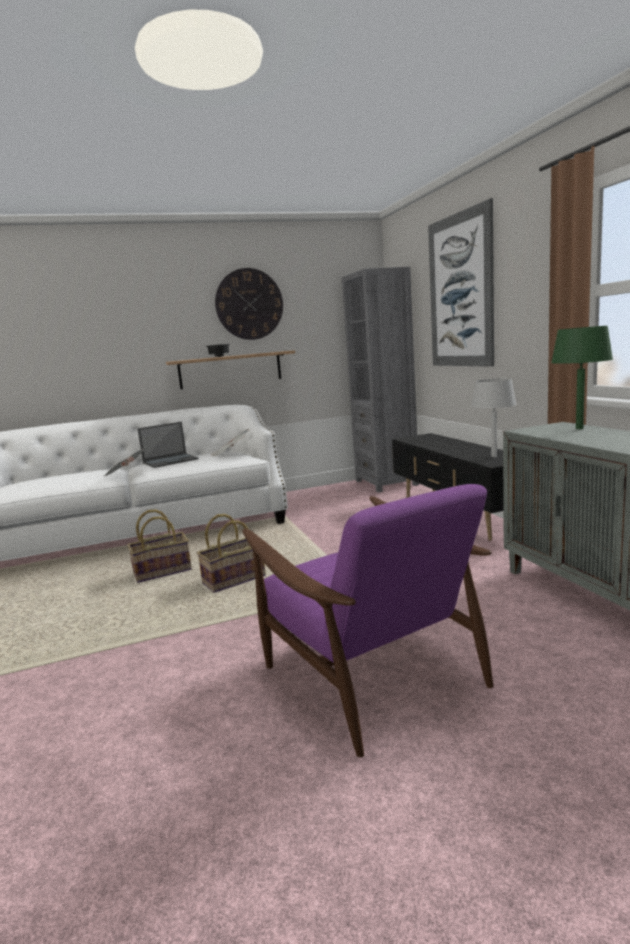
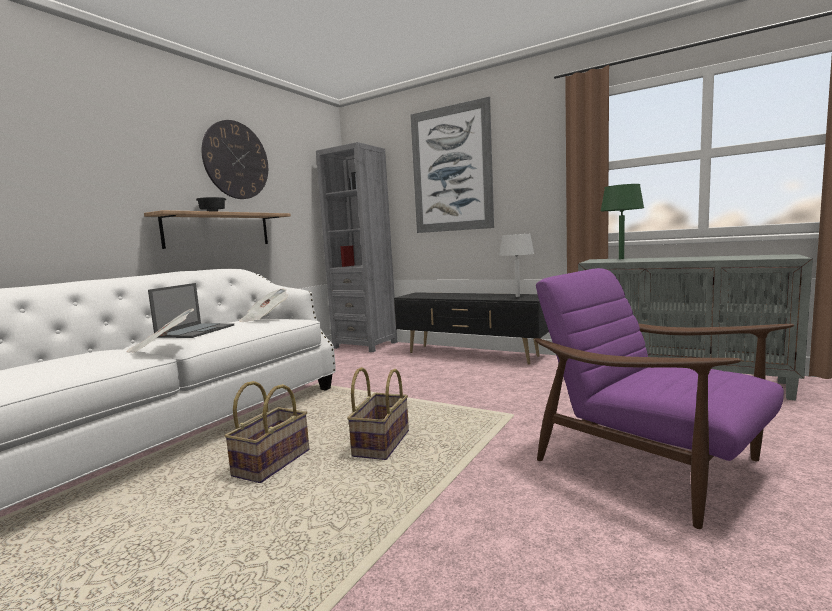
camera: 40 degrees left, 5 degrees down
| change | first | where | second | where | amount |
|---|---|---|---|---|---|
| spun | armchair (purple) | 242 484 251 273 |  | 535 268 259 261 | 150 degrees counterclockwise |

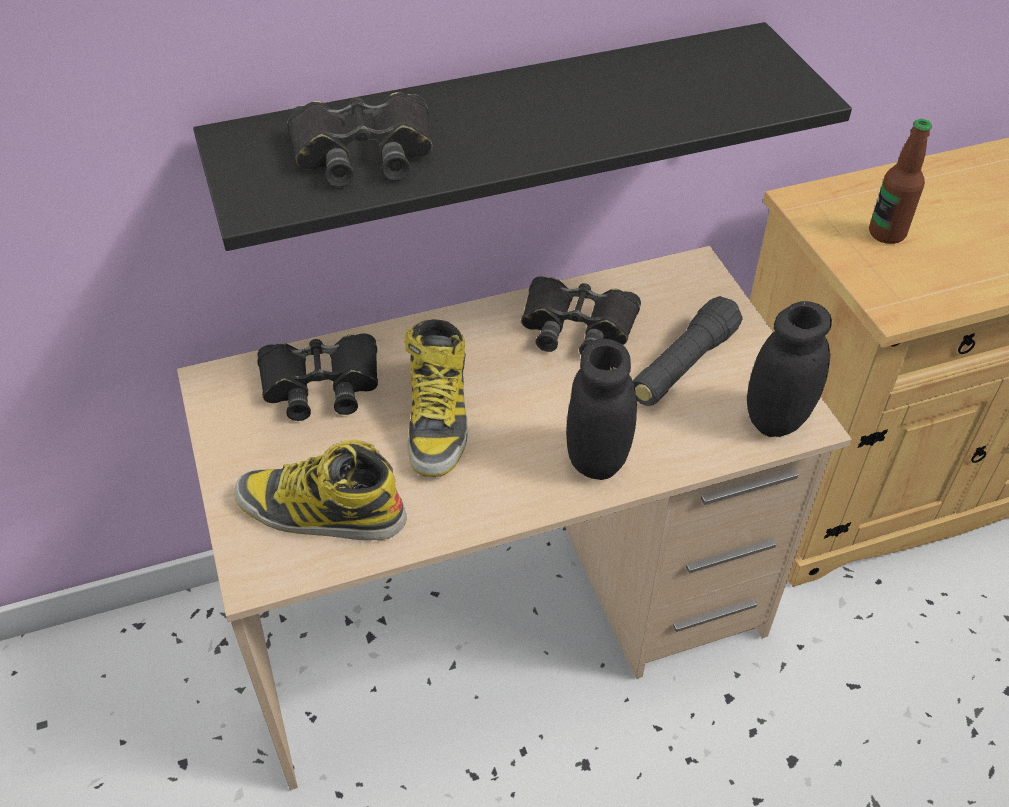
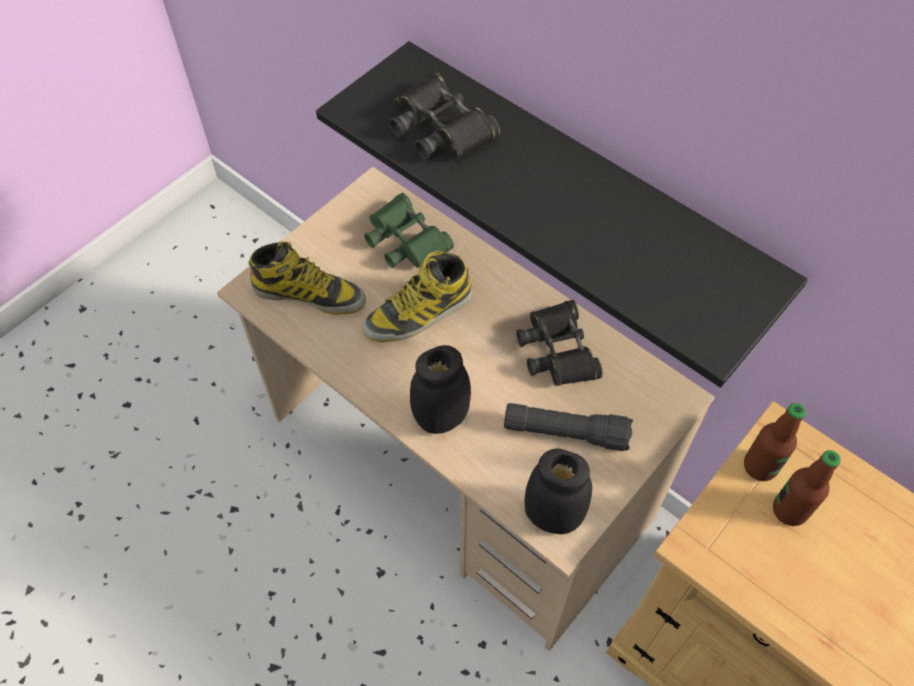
camera: 60 degrees right, 10 degrees up
| change | first | where | second | where | amount |
|---|---|---|---|---|---|
| spun | boot | 234 439 173 101 |  | 249 242 117 72 | 120 degrees clockwise |
| colour | binoculars (black) | 257 333 121 88 | binoculars (green) | 364 193 90 75 |  |
| appeared |  |  | bottle | 744 403 62 78 |  |

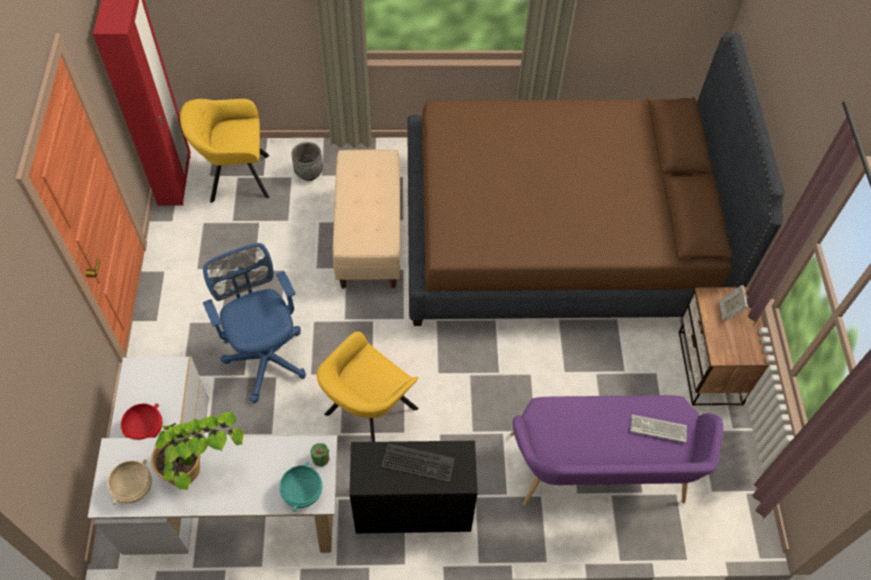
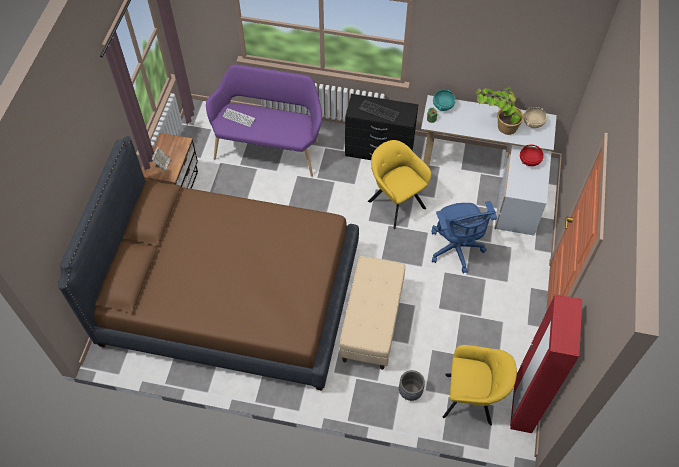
camera: 165 degrees left, 0 degrees up
| change | first | where | second | where | amount |
|---|---|---|---|---|---|
| spun | armchair (yellow) | 317 331 101 111 |  | 368 140 63 89 | 90 degrees counterclockwise |

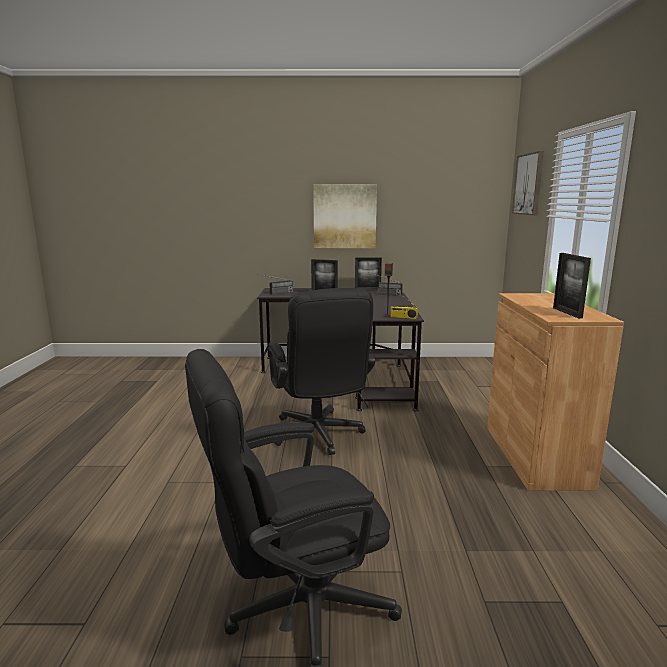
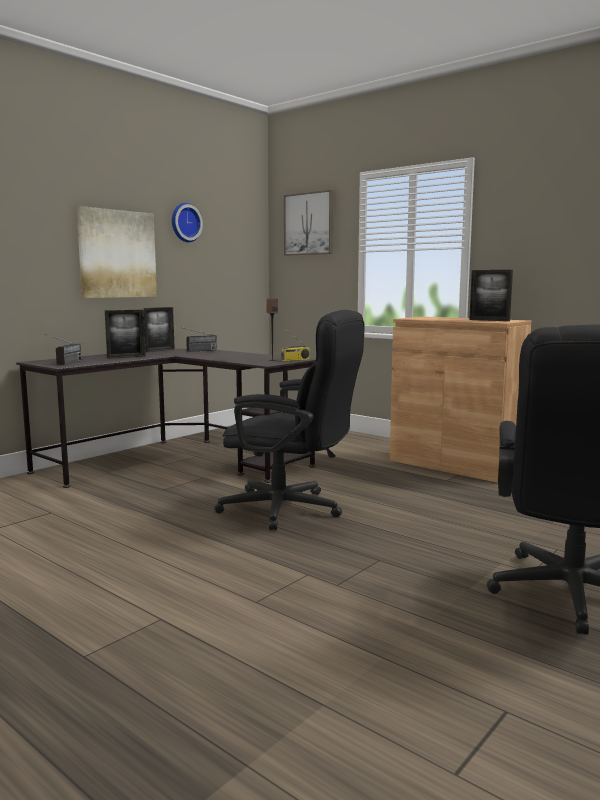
camera: 50 degrees left, 5 degrees down
| change | first | where | second | where | amount |
|---|---|---|---|---|---|
| appeared |  |  | wall clock | 172 203 31 39 |  |

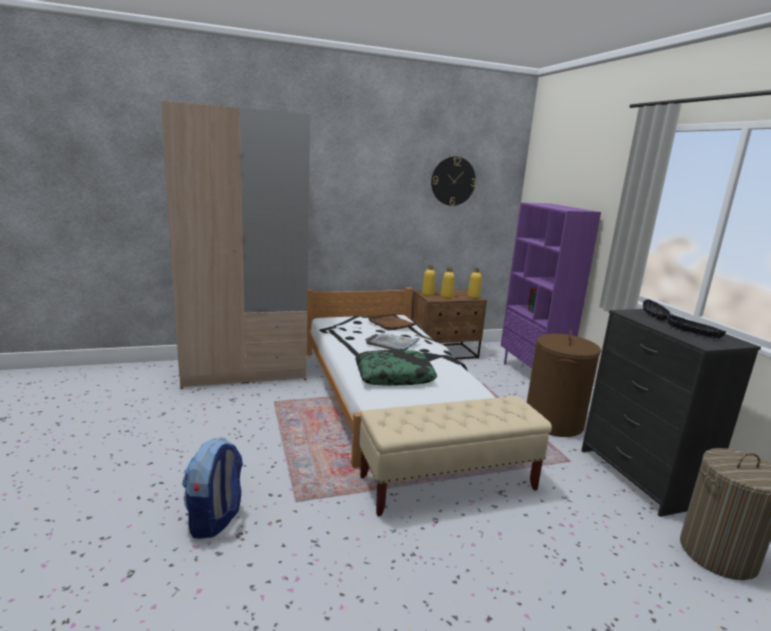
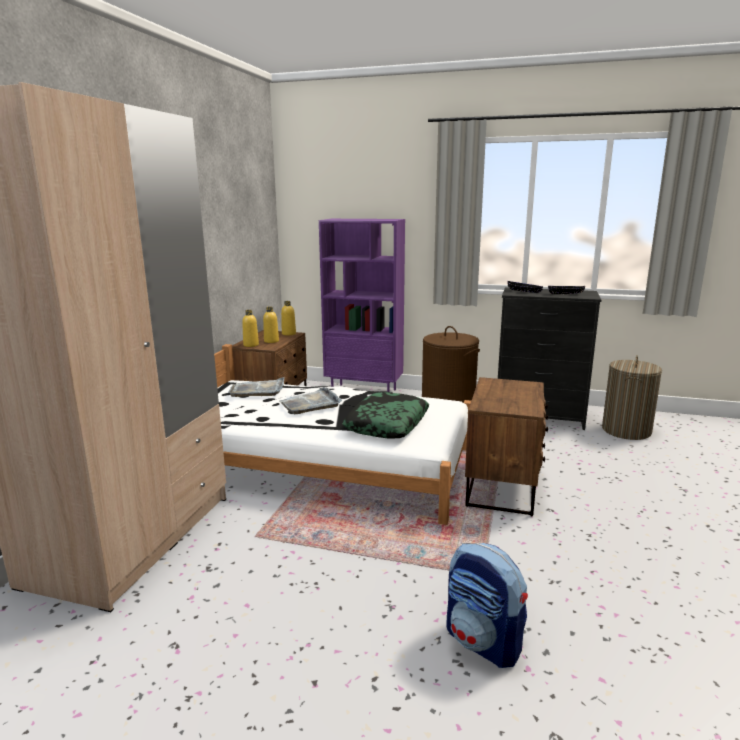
camera: 55 degrees left, 0 degrees up
| change | first | where | second | where | amount |
|---|---|---|---|---|---|
| colour | tray (brown) | 367 315 50 15 | tray (grey) | 228 377 57 20 |  |
| exchanged | bench (beige) | 359 396 193 120 | nightstand (brown) | 465 377 83 139 |  |
| missing | wall clock | 431 157 45 49 |  |  |  |

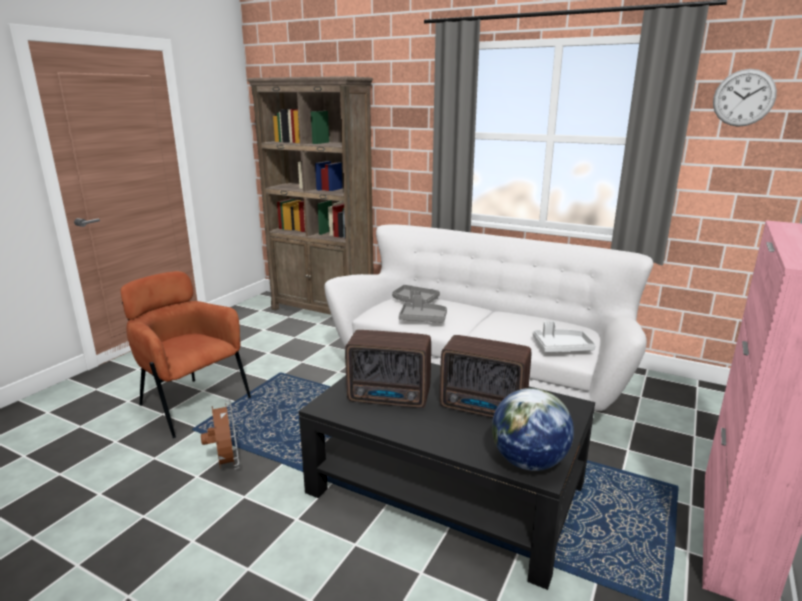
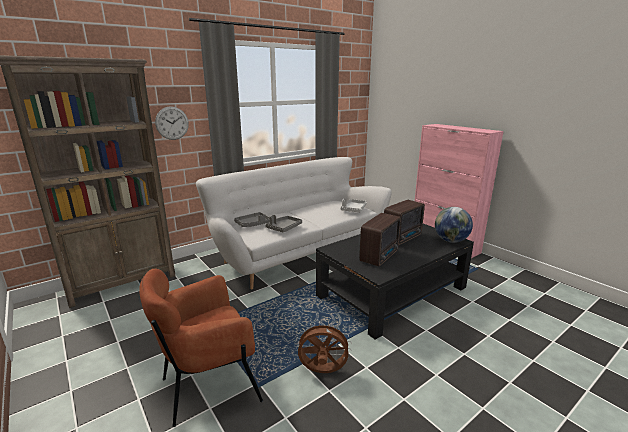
camera: 65 degrees left, 0 degrees up
| change | first | where | second | where | amount |
|---|---|---|---|---|---|
| relocated | wall clock | 713 69 64 58 |  | 155 106 34 34 |  |

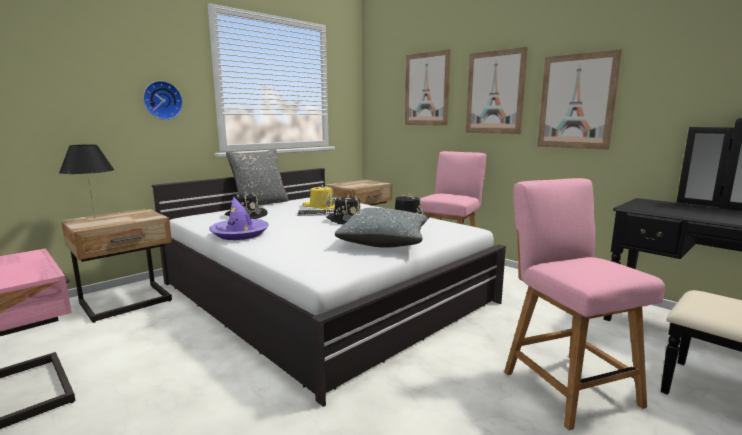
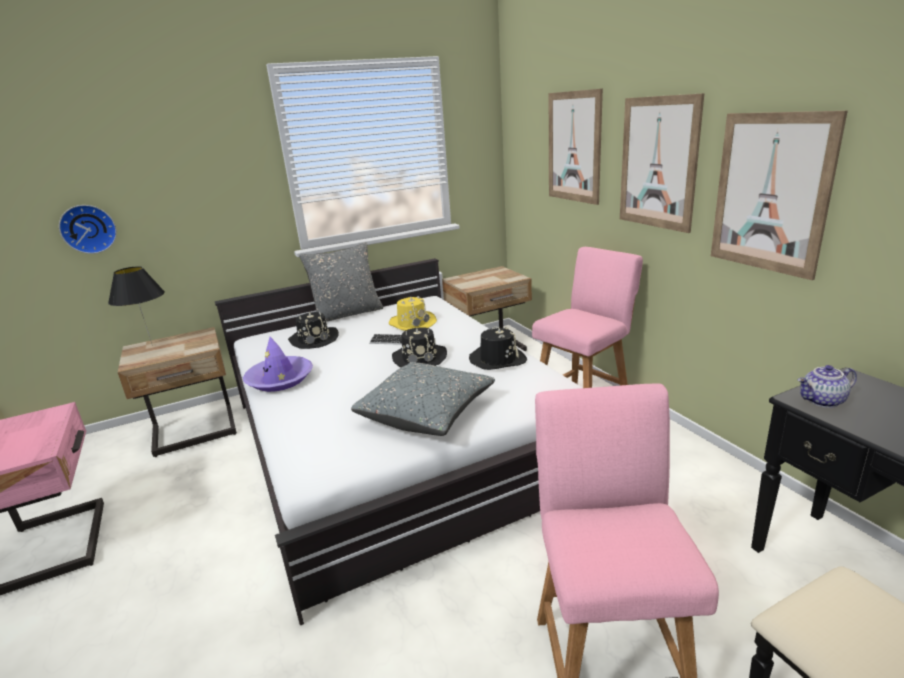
camera: 20 degrees right, 10 degrees up
| change | first | where | second | where | amount |
|---|---|---|---|---|---|
| relocated | wall clock | 143 81 40 39 |  | 59 205 58 49 |  |
| appeared |  |  | teapot | 798 365 59 43 |  |

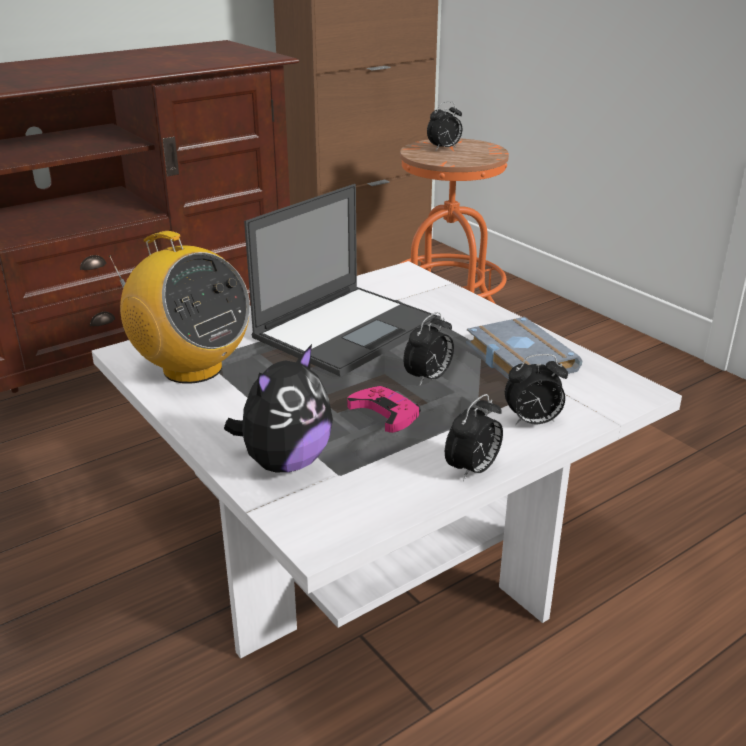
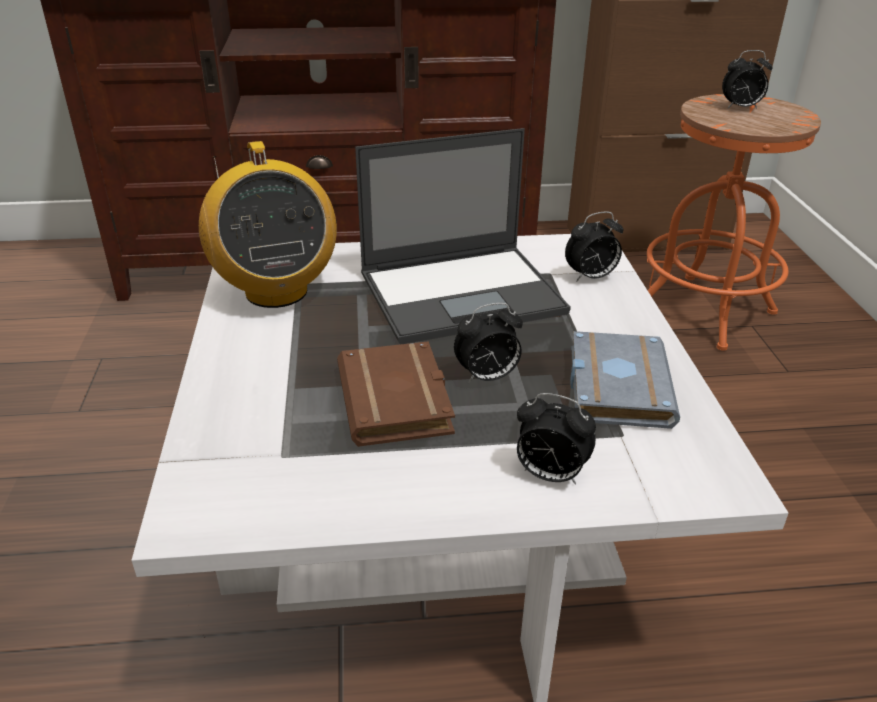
camera: 30 degrees right, 5 degrees up
| change | first | where | second | where | amount |
|---|---|---|---|---|---|
| exchanged | game controller (pink) | 347 386 74 47 | book (brown) | 337 341 118 106 |  |
| relocated | alarm clock | 445 394 58 87 |  | 565 211 59 71 |  |
| missing | plush toy | 224 344 109 128 |  |  |  |

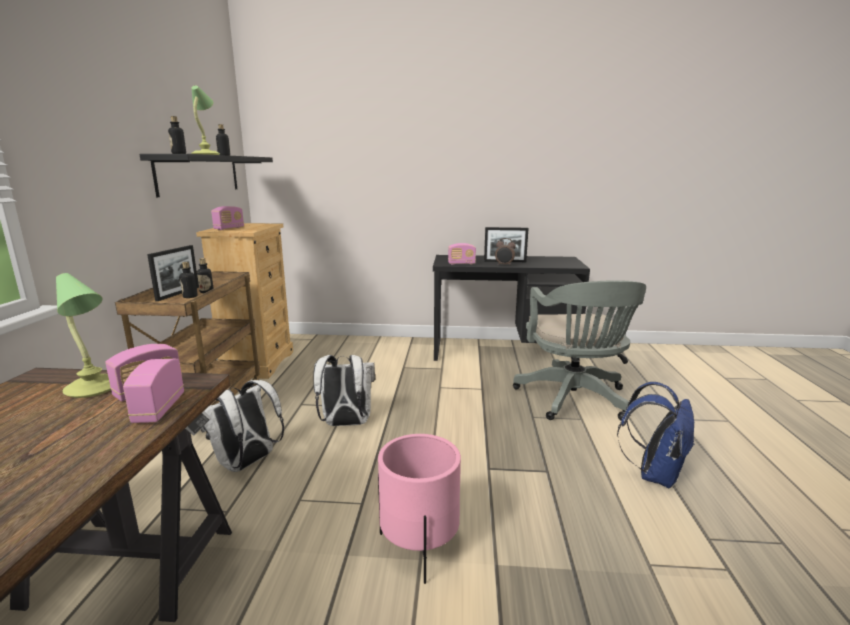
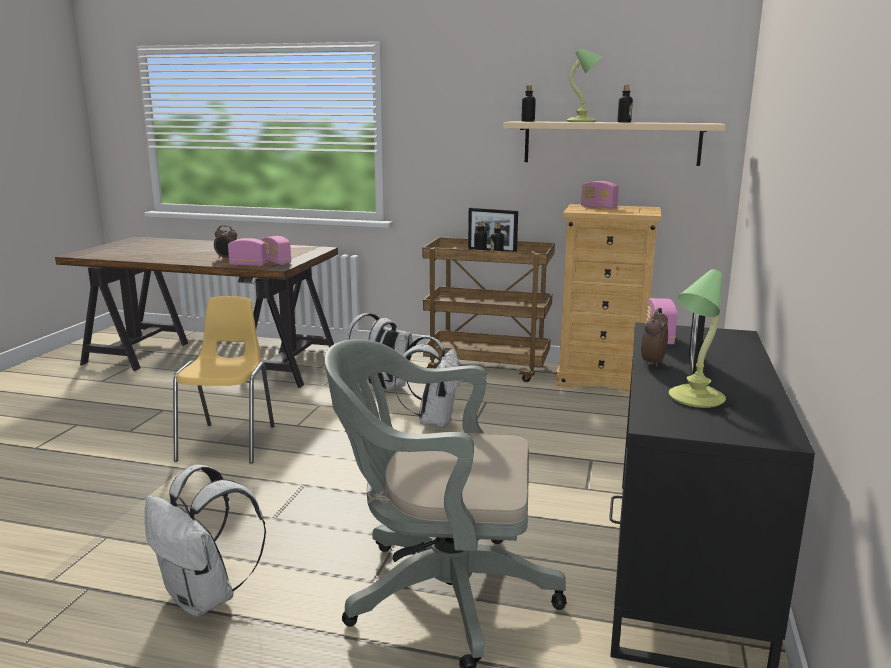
camera: 100 degrees right, 0 degrees up
| change | first | where | second | where | amount |
|---|---|---|---|---|---|
| colour | backpack (blue) | 617 382 78 106 | backpack (white) | 144 465 122 152 |  |
| exchanged | planter (pink) | 378 434 83 150 | chair (yellow) | 173 296 101 168 |  |
| appeared |  |  | alarm clock | 214 225 23 34 |  |
| colour | shelf (black) | 139 154 134 43 | shelf (beige) | 503 121 222 45 |  |
| relocated | table lamp | 56 273 55 125 |  | 669 269 57 139 |  |

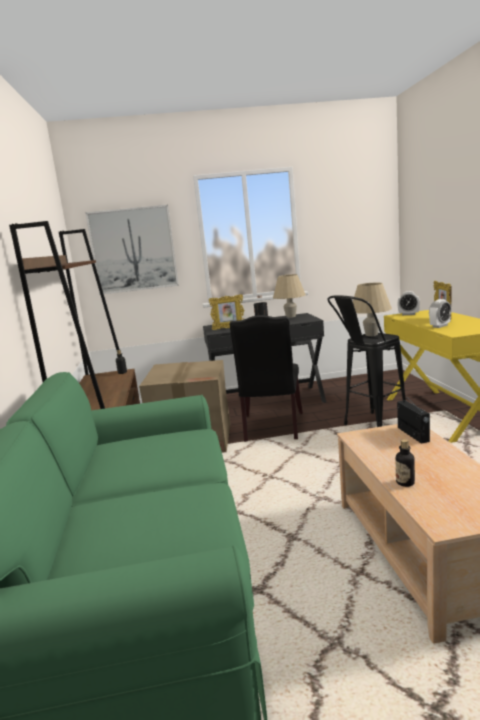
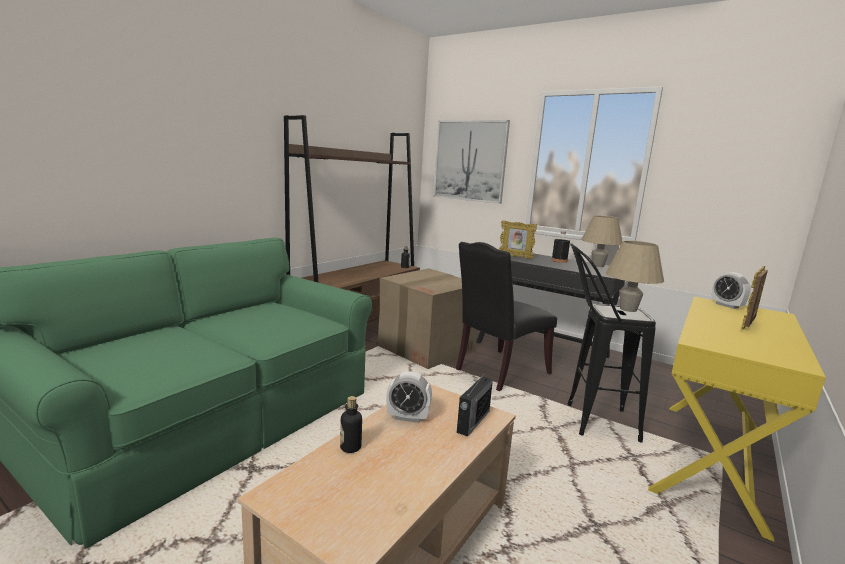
camera: 40 degrees right, 0 degrees up
| change | first | where | second | where | amount |
|---|---|---|---|---|---|
| relocated | alarm clock | 429 299 23 29 |  | 386 371 46 52 |  |

